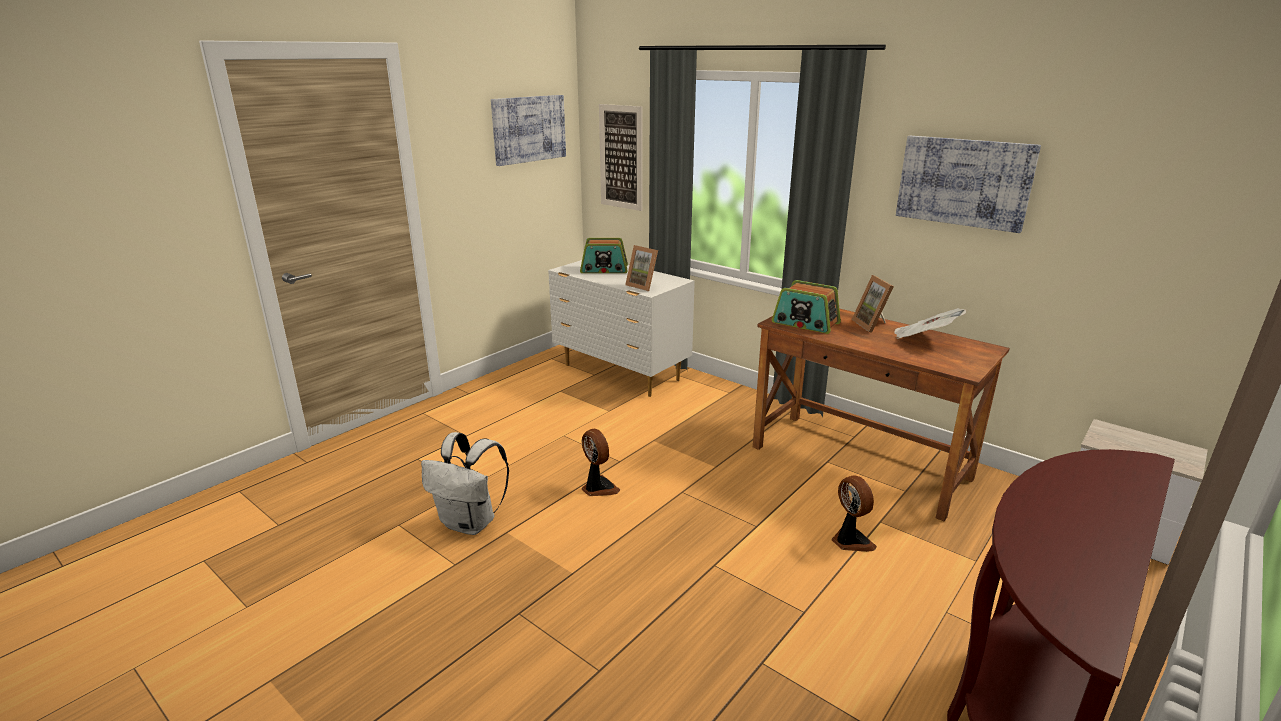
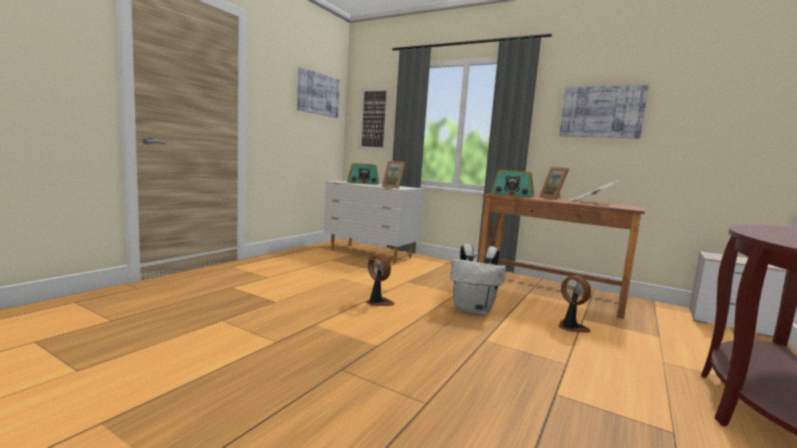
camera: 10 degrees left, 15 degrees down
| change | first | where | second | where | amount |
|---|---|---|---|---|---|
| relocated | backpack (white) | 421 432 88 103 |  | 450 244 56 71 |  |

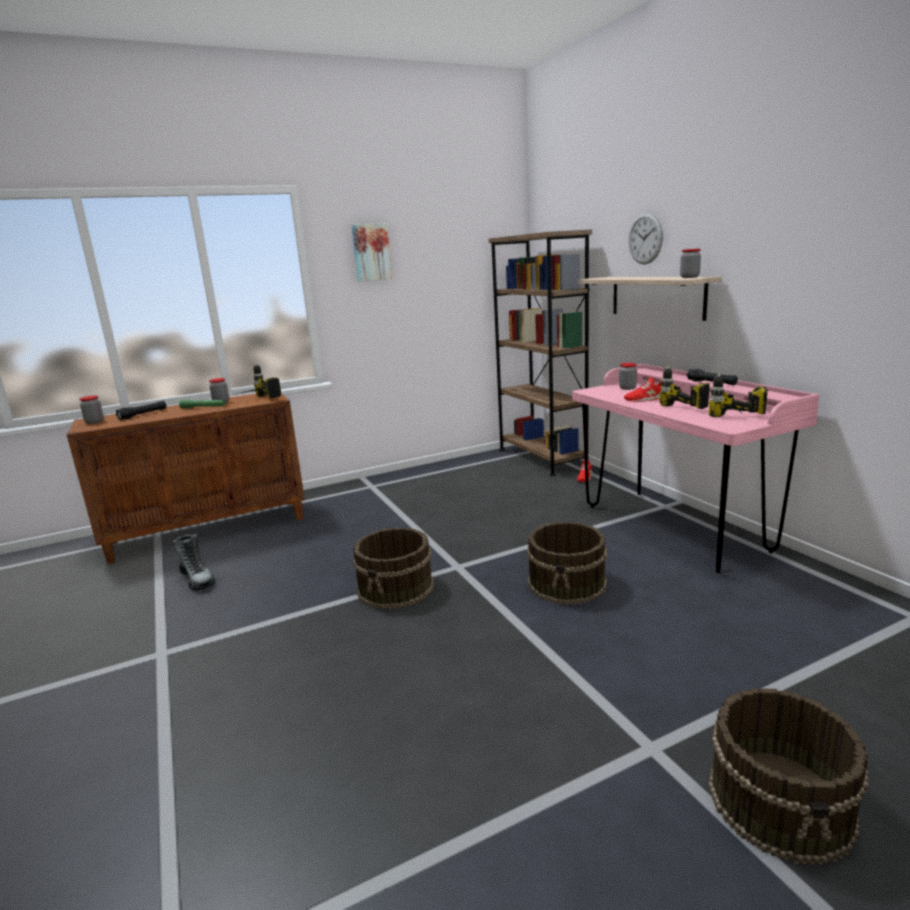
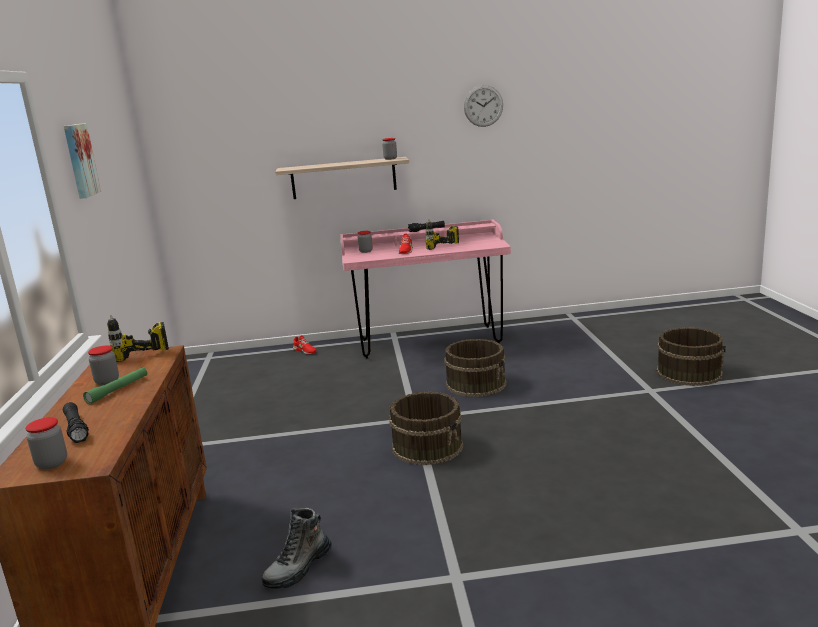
camera: 70 degrees left, 0 degrees up
| change | first | where | second | where | amount |
|---|---|---|---|---|---|
| spun | boot | 172 534 43 57 |  | 262 508 69 81 | 150 degrees clockwise |
| relocated | wall clock | 628 213 35 52 |  | 464 85 39 42 |  |
| missing | bookcase (brown) | 489 230 103 246 |  |  |  |
| missing | power drill | 708 372 60 45 |  |  |  |

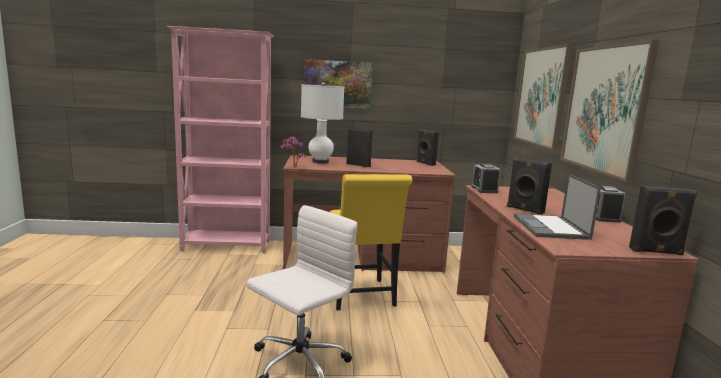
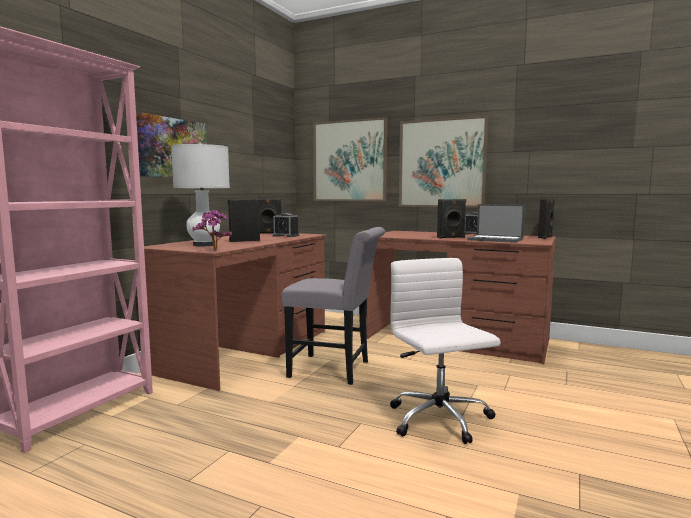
camera: 60 degrees left, 5 degrees down
| change | first | where | second | where | amount |
|---|---|---|---|---|---|
| relocated | alarm clock | 472 164 29 29 |  | 273 213 26 24 |  |
| colour | chair (yellow) | 329 174 83 136 | chair (grey) | 282 227 103 158 |  |

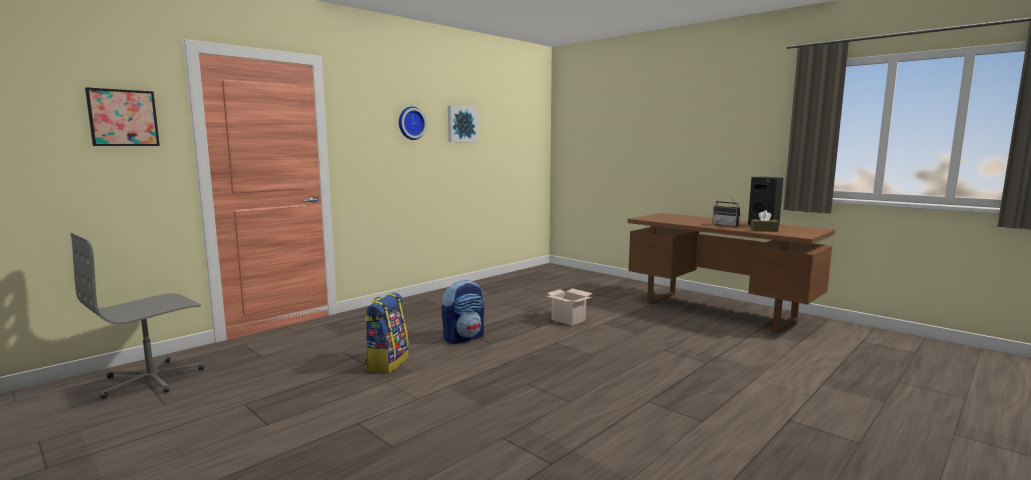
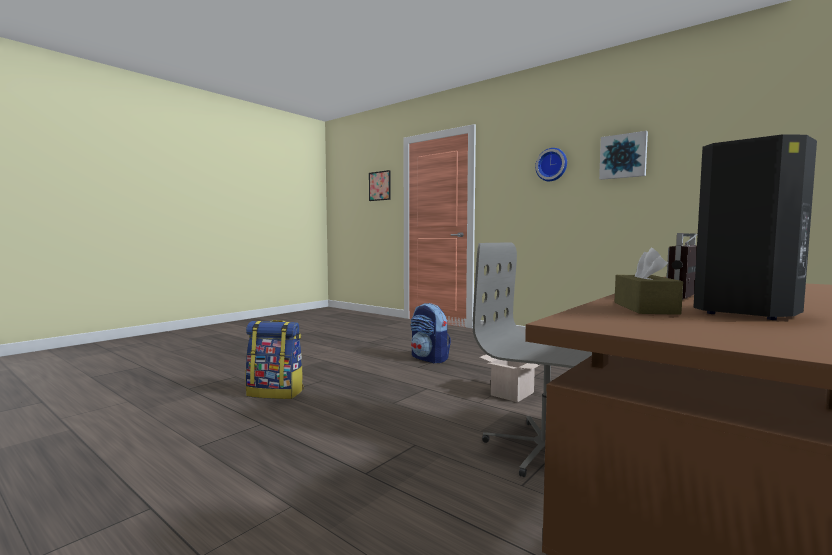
camera: 85 degrees right, 5 degrees down
| change | first | where | second | where | amount |
|---|---|---|---|---|---|
| relocated | backpack | 364 293 45 80 |  | 245 320 59 79 |  |
| relocated | office chair (grey) | 70 233 134 166 |  | 473 242 119 235 |  |

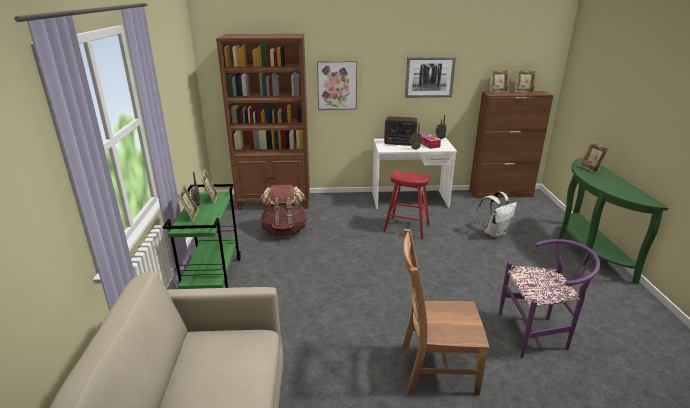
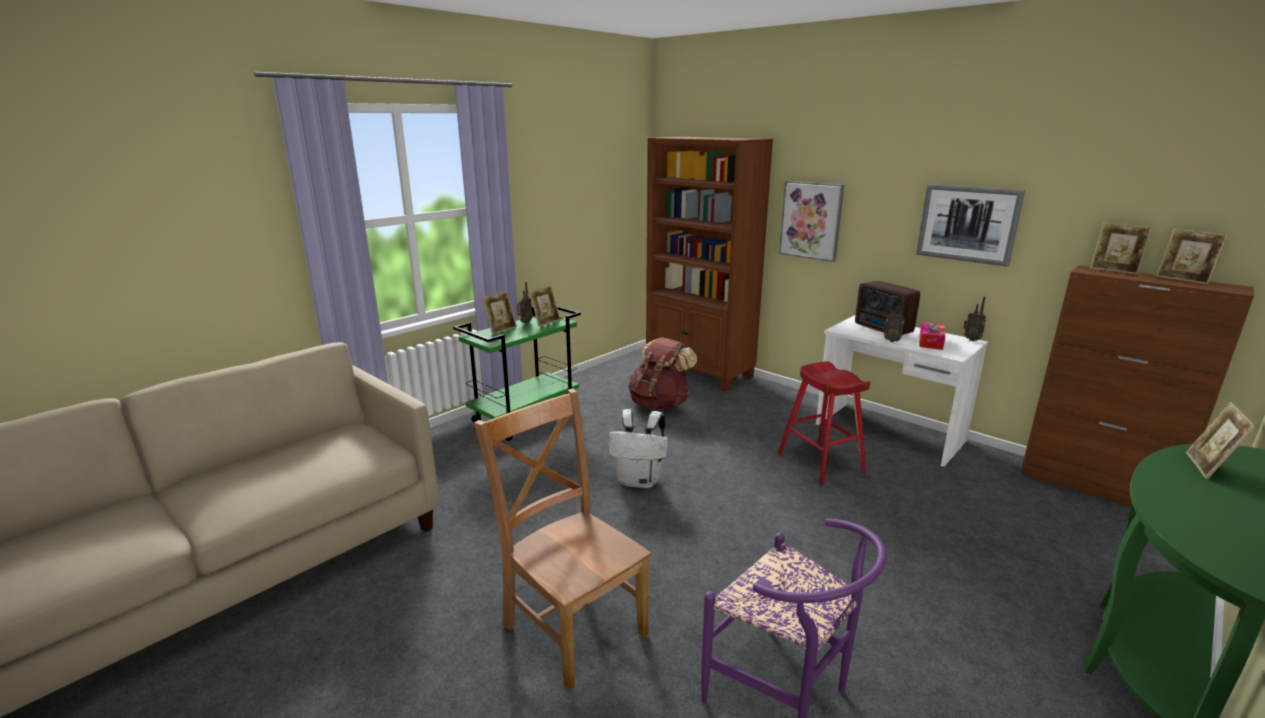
camera: 45 degrees right, 5 degrees down
| change | first | where | second | where | amount |
|---|---|---|---|---|---|
| relocated | backpack (white) | 477 192 40 46 |  | 608 409 60 79 |  |

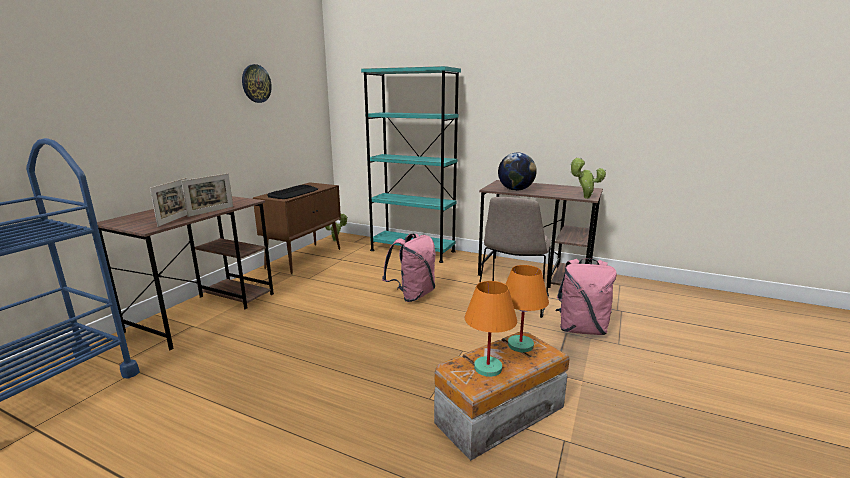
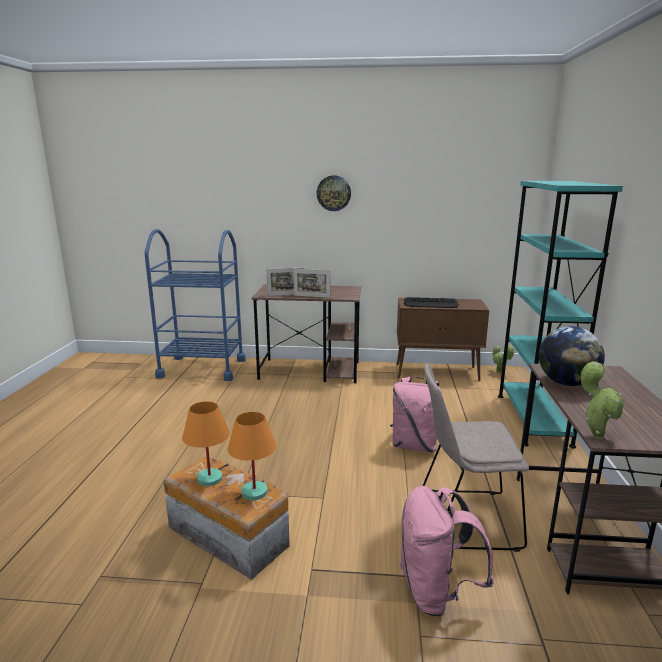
camera: 70 degrees right, 0 degrees up
| change | first | where | second | where | amount |
|---|---|---|---|---|---|
| relocated | wall clock | 242 64 30 39 |  | 316 175 35 36 |  |

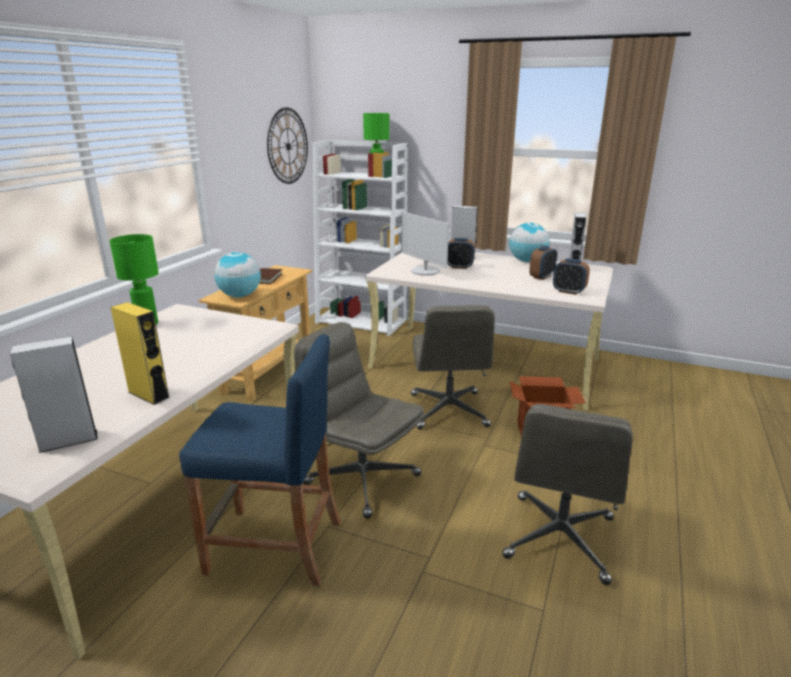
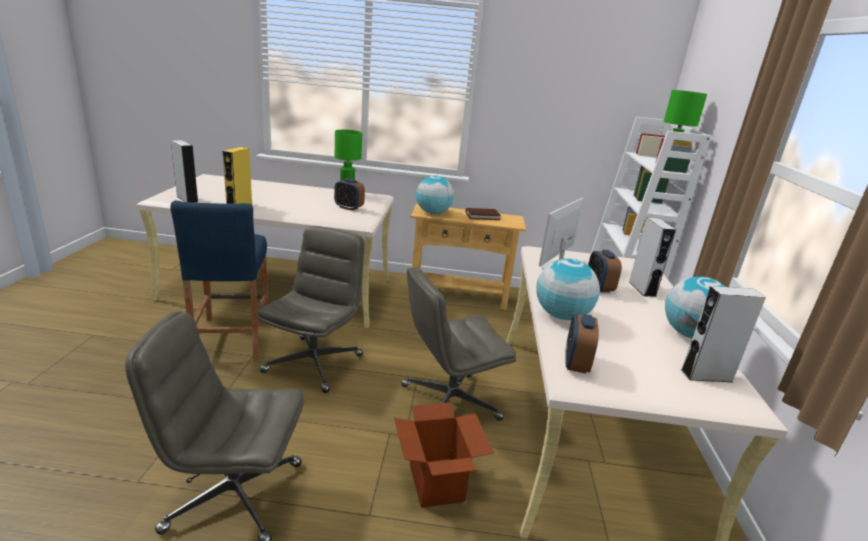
camera: 70 degrees right, 0 degrees up
| change | first | where | second | where | amount |
|---|---|---|---|---|---|
| relocated | alarm clock | 529 246 28 34 |  | 334 178 31 33 |  |
| appeared |  |  | globe | 536 258 64 62 |  |
| missing | wall clock | 267 107 41 77 |  |  |  |

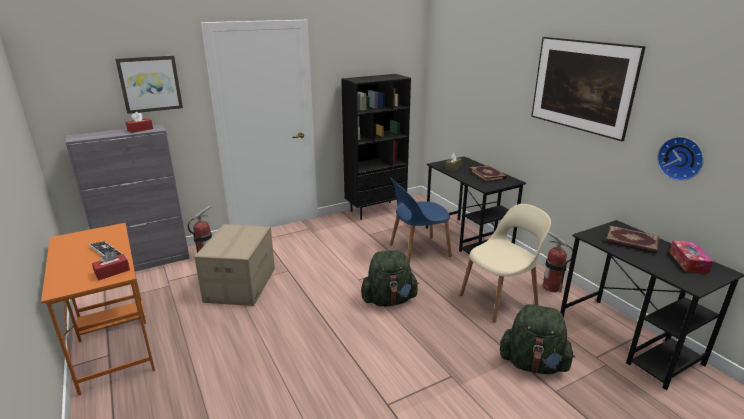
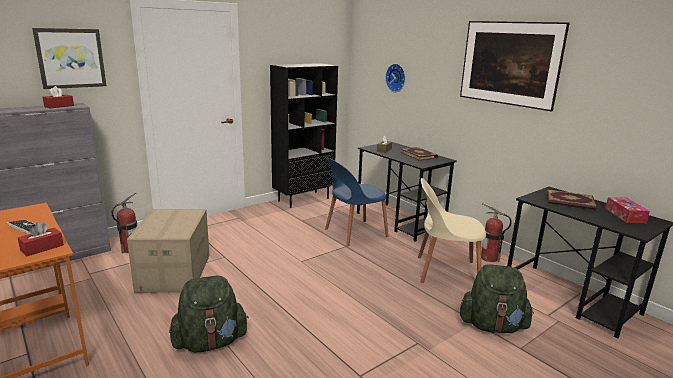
camera: 10 degrees left, 5 degrees down
| change | first | where | second | where | amount |
|---|---|---|---|---|---|
| relocated | backpack (green) | 361 250 58 57 |  | 169 276 80 76 |  |
| relocated | wall clock | 657 137 47 44 |  | 385 64 20 28 |  |
| spun | chair (beige) | 460 204 91 119 |  | 418 178 68 105 | 135 degrees counterclockwise |

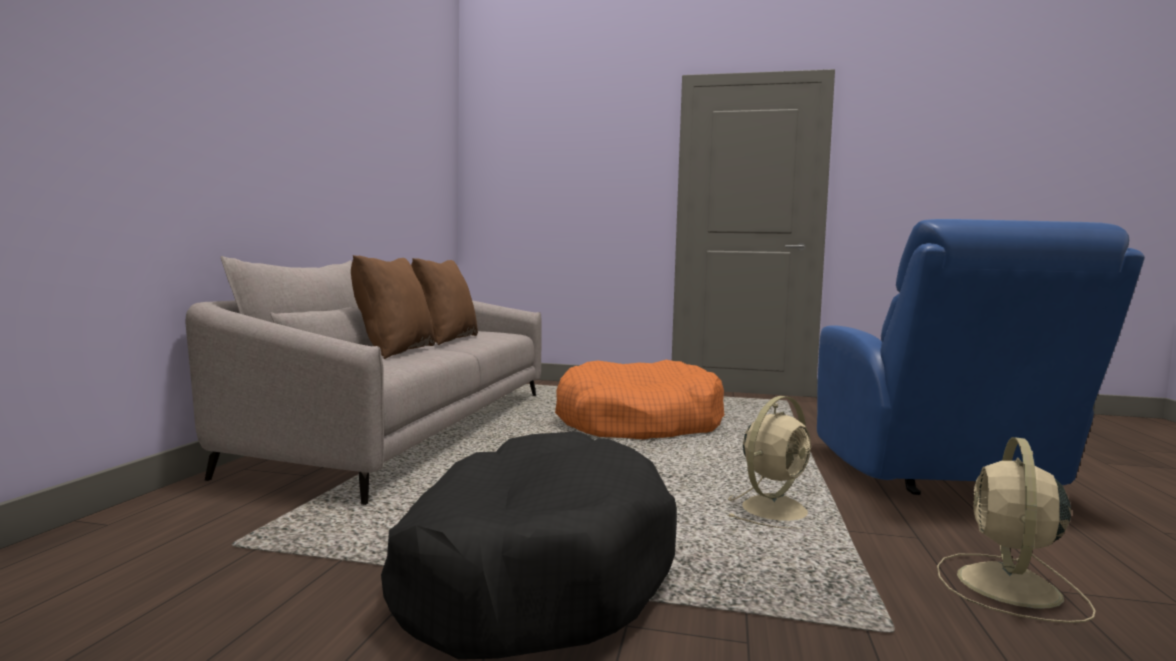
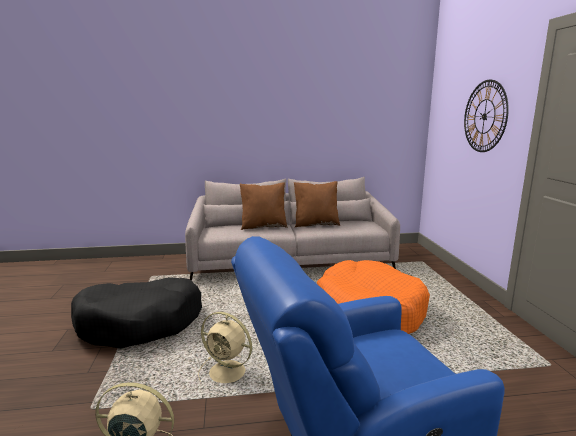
camera: 70 degrees right, 10 degrees up
| change | first | where | second | where | amount |
|---|---|---|---|---|---|
| appeared |  |  | wall clock | 464 80 45 72 |  |

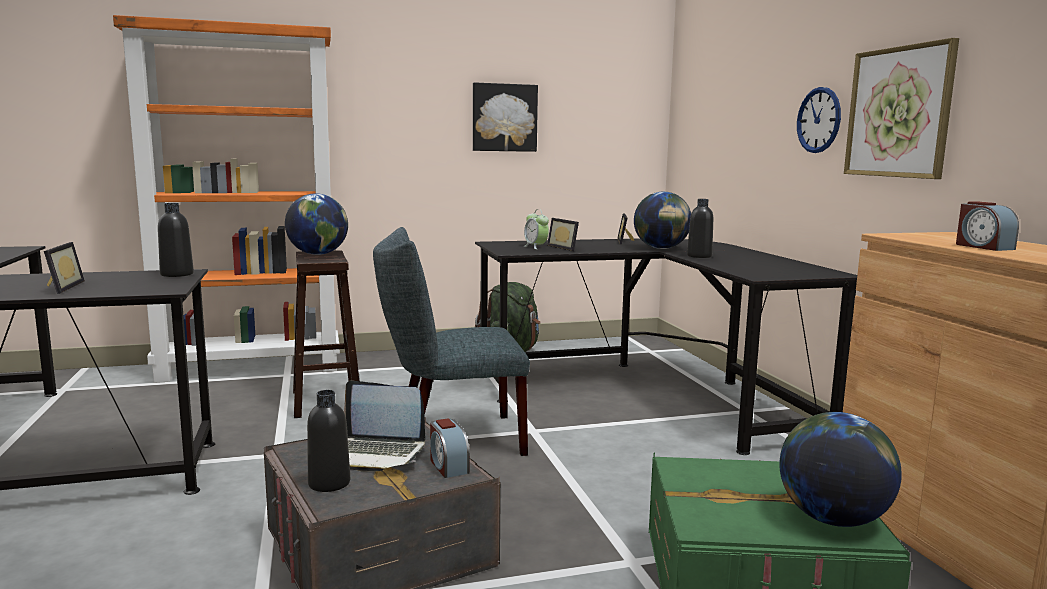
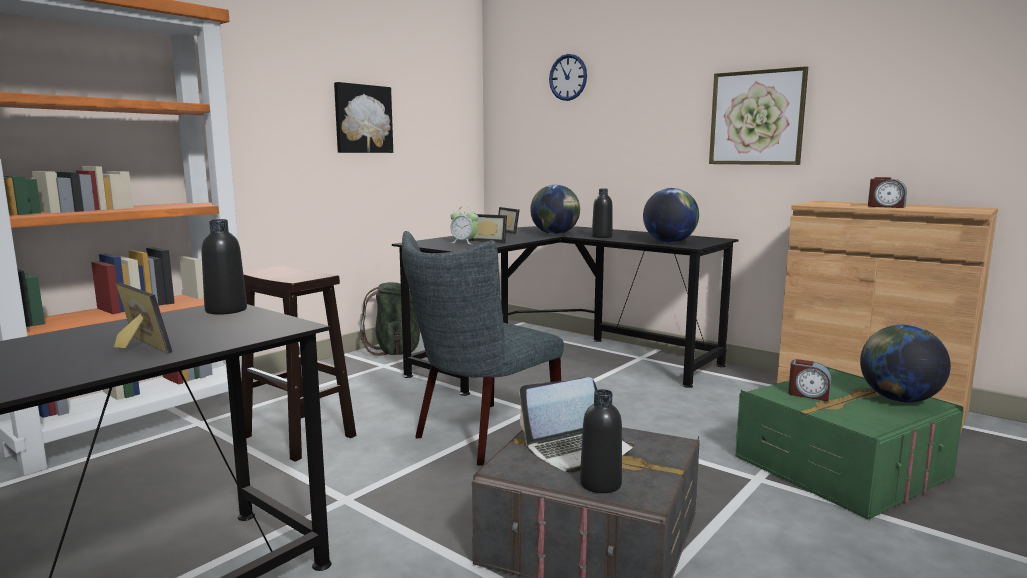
camera: 35 degrees left, 0 degrees up
| change | first | where | second | where | amount |
|---|---|---|---|---|---|
| relocated | wall clock | 797 87 44 66 |  | 549 54 38 47 |  |
| relocated | globe | 285 193 63 62 |  | 643 188 56 55 |  |
| relocated | alarm clock | 430 418 40 60 |  | 788 359 43 42 |  |

